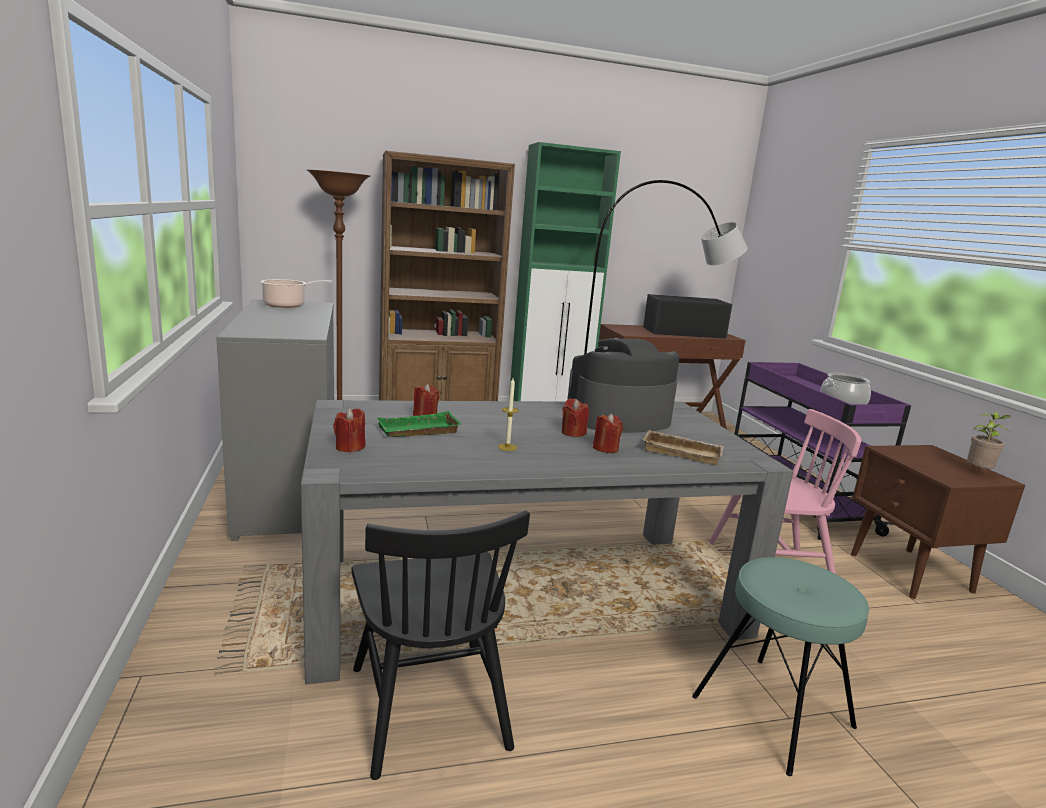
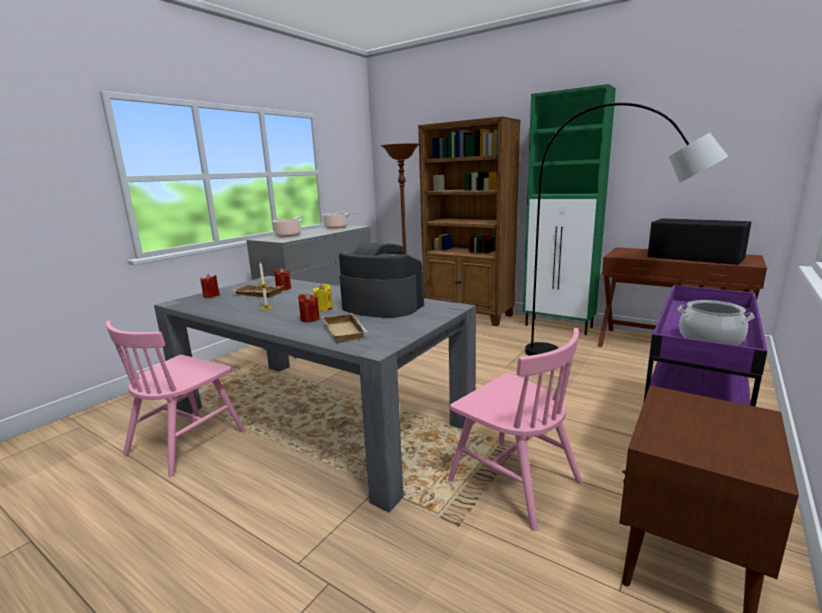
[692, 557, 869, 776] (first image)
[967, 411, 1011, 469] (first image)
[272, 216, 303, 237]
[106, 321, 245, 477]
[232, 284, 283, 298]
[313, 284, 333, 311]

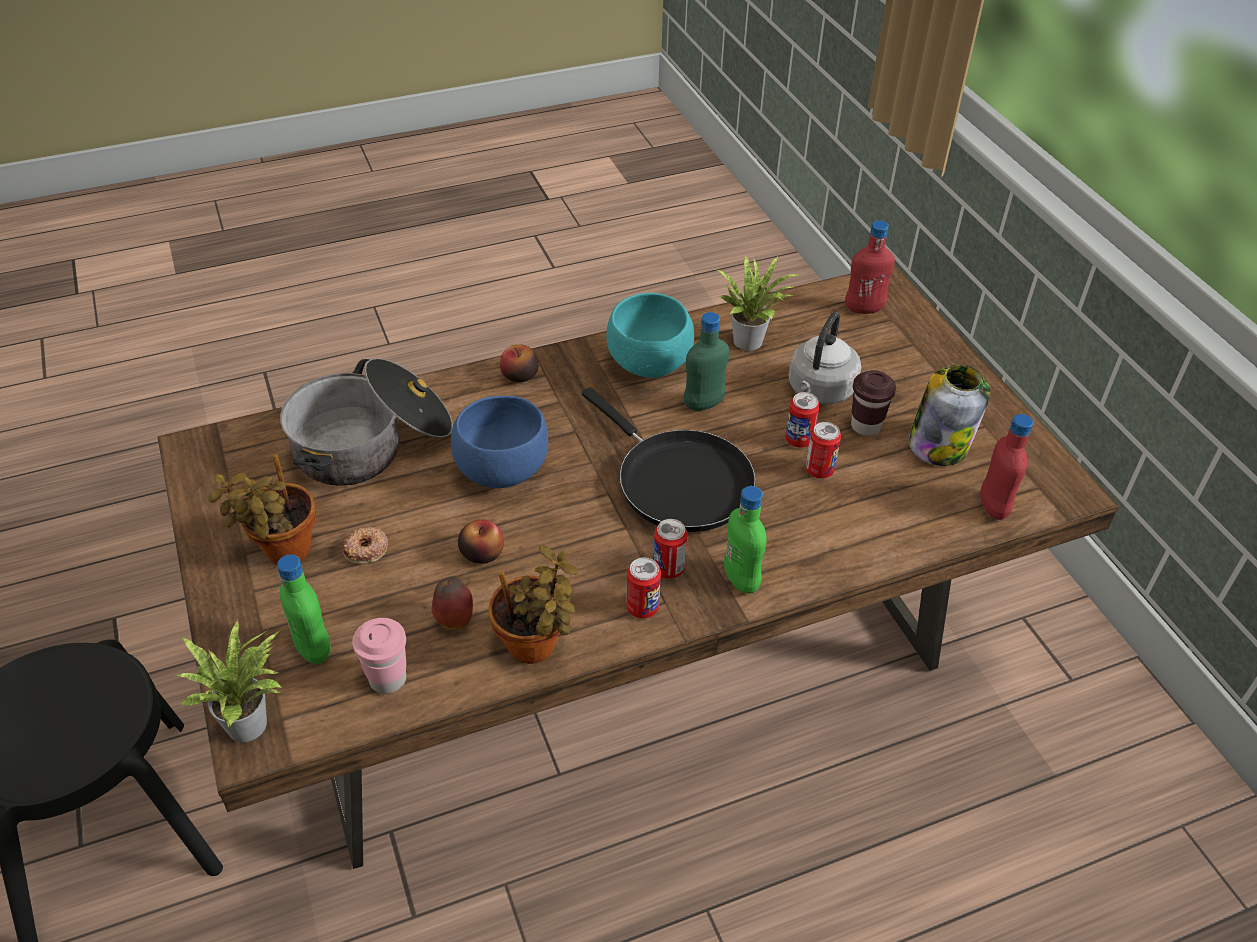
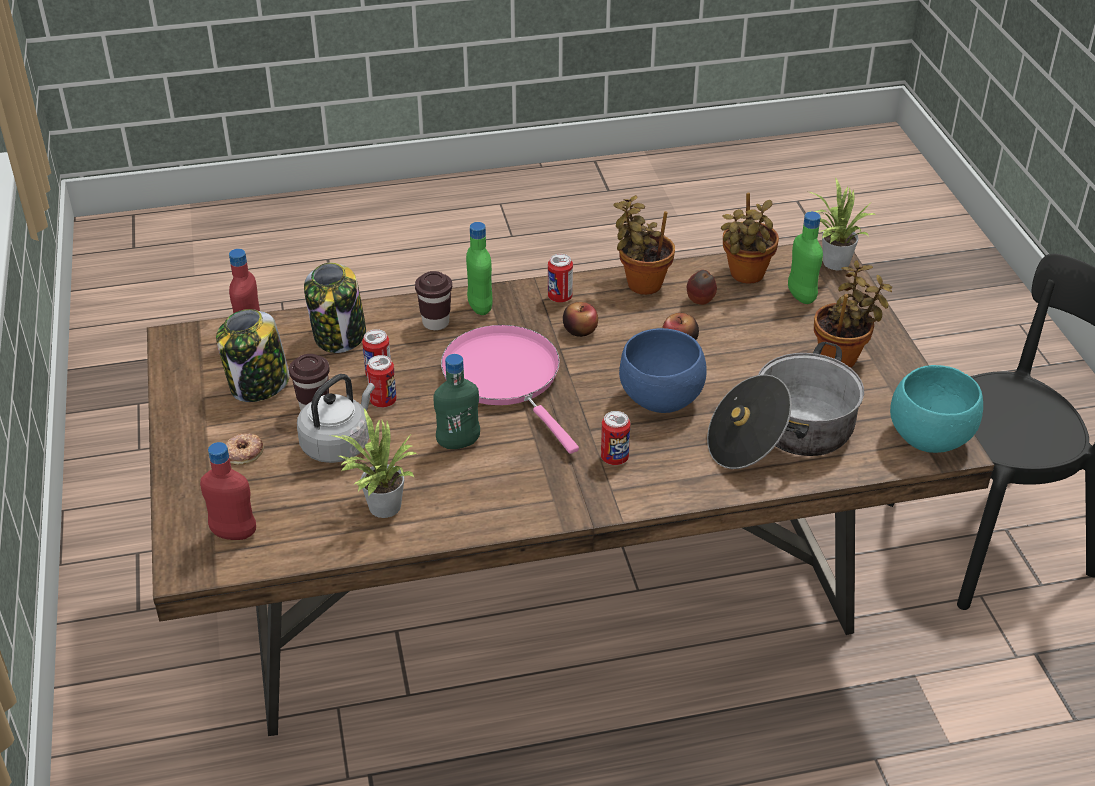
[304, 263, 366, 353]
[415, 271, 452, 330]
[226, 433, 264, 465]
[563, 302, 598, 337]
[890, 365, 983, 453]
[601, 411, 630, 465]
[721, 193, 779, 284]
[441, 325, 579, 454]

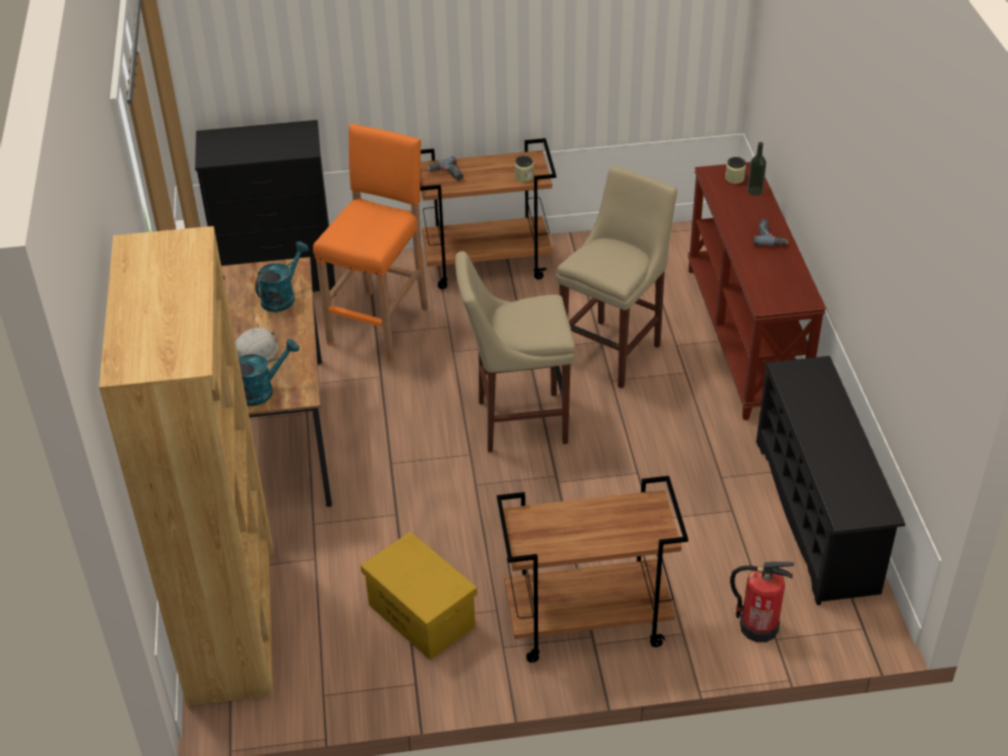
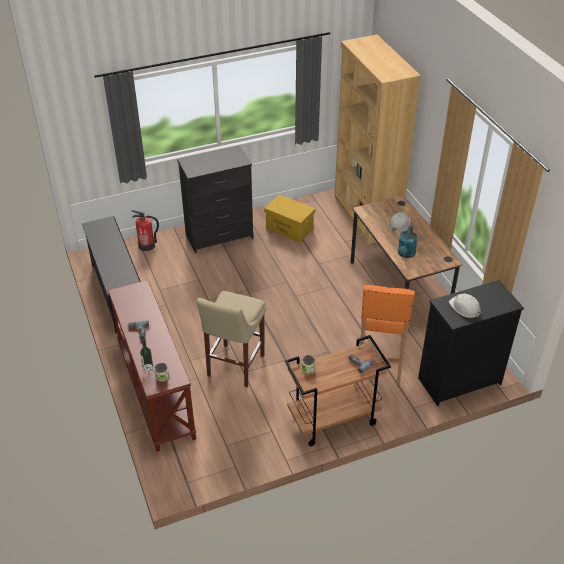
[238, 339, 299, 406] (first image)
[455, 251, 575, 452] (first image)
[449, 294, 481, 318]
[177, 145, 253, 253]

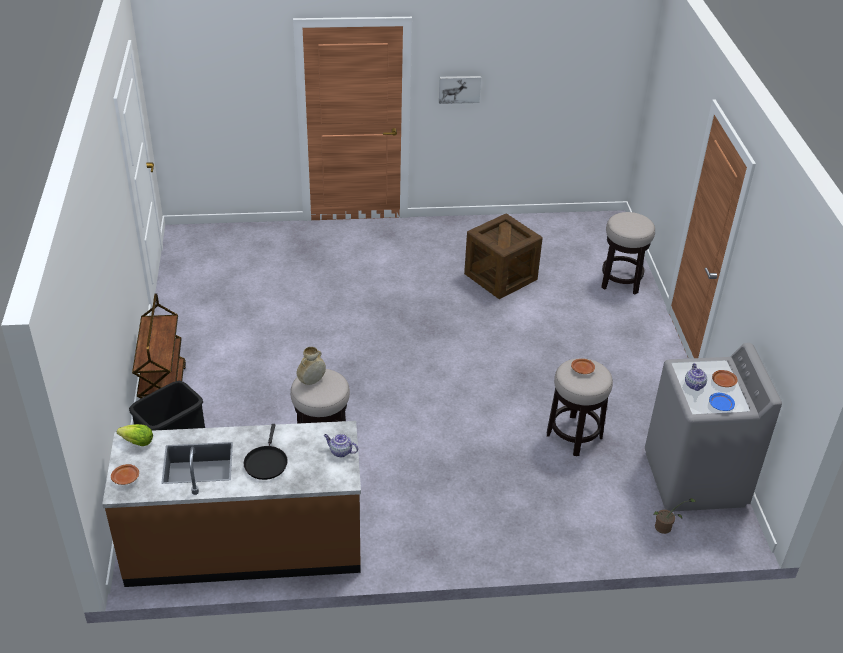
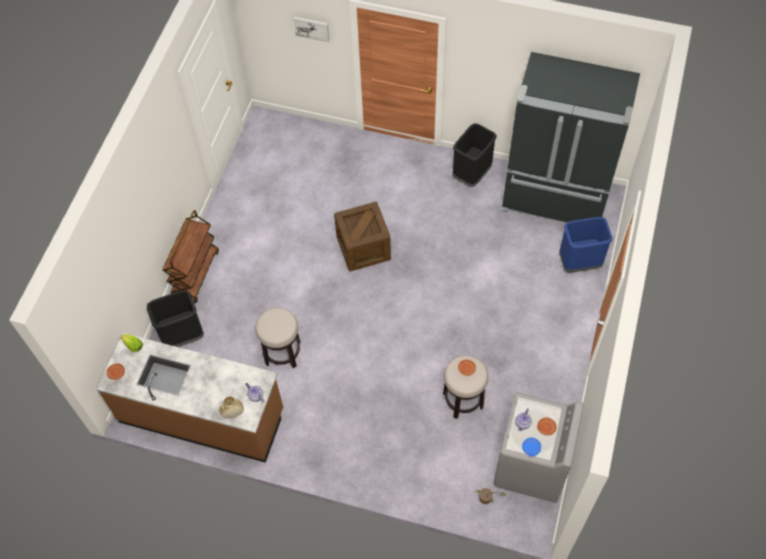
[243, 424, 288, 480] (first image)
[453, 123, 497, 187]
[502, 52, 640, 223]
[219, 396, 244, 419]
[294, 17, 329, 42]
[334, 202, 391, 271]
[559, 217, 612, 272]

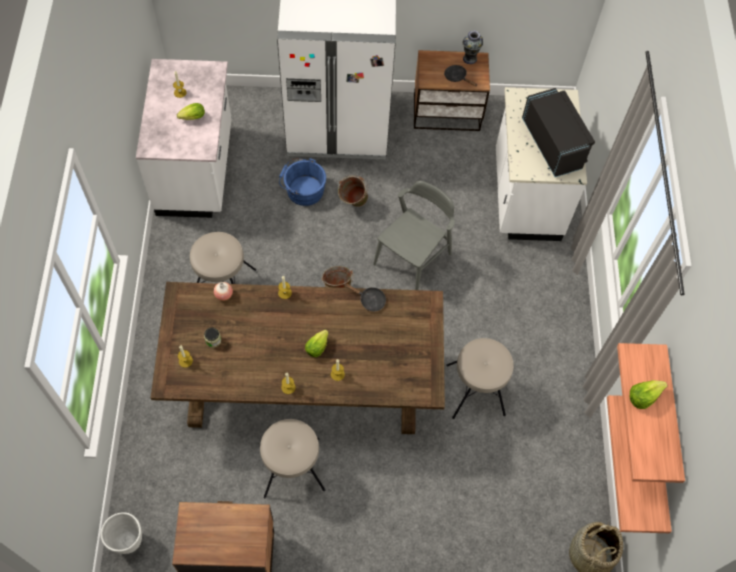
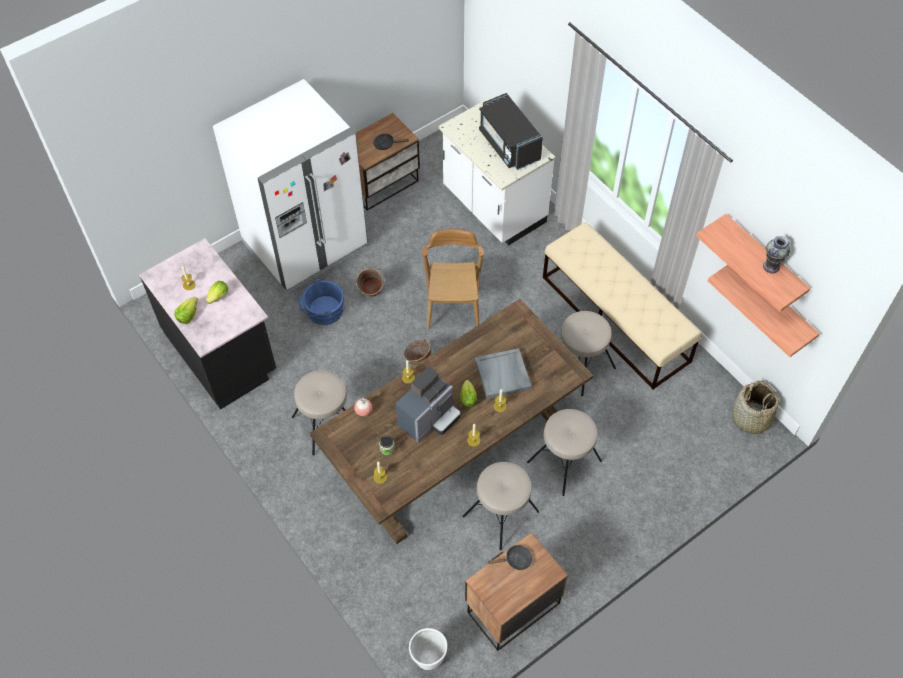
[396, 367, 460, 443]
[475, 348, 531, 399]
[527, 409, 602, 496]
[543, 222, 702, 389]
[488, 545, 532, 570]
[763, 236, 790, 273]
[175, 297, 198, 324]
[139, 238, 276, 410]
[423, 229, 484, 329]
[479, 93, 543, 170]

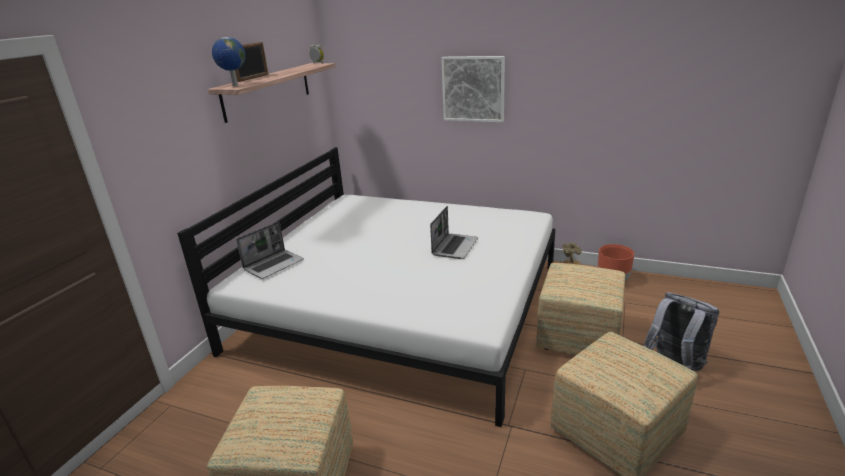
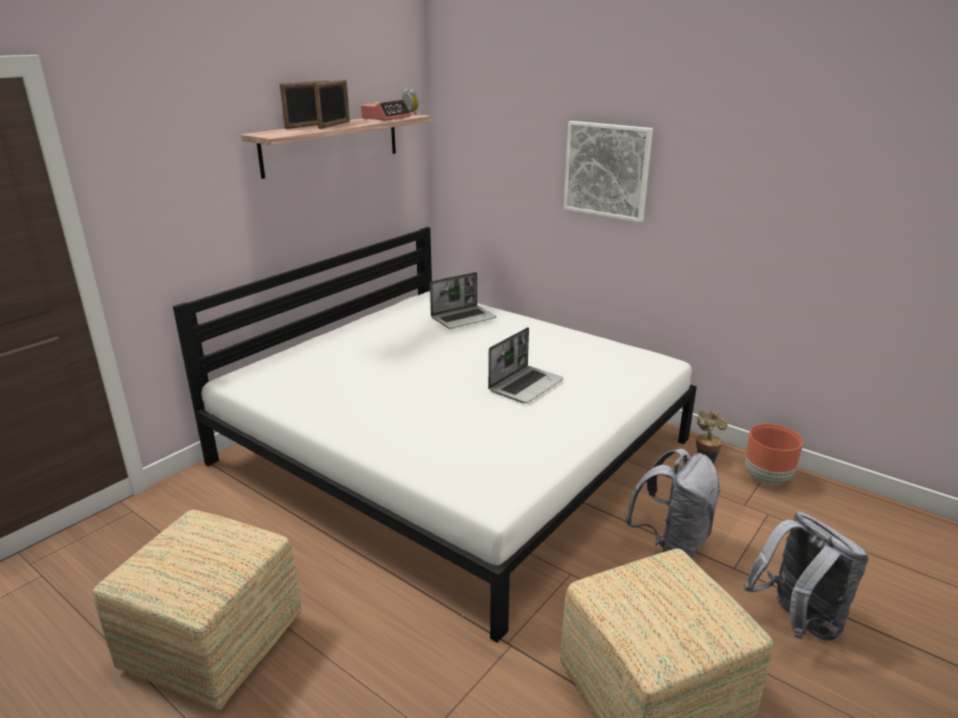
[212, 37, 246, 86] (first image)
[314, 80, 350, 129]
[361, 99, 411, 121]
[430, 272, 497, 329]
[625, 449, 721, 559]

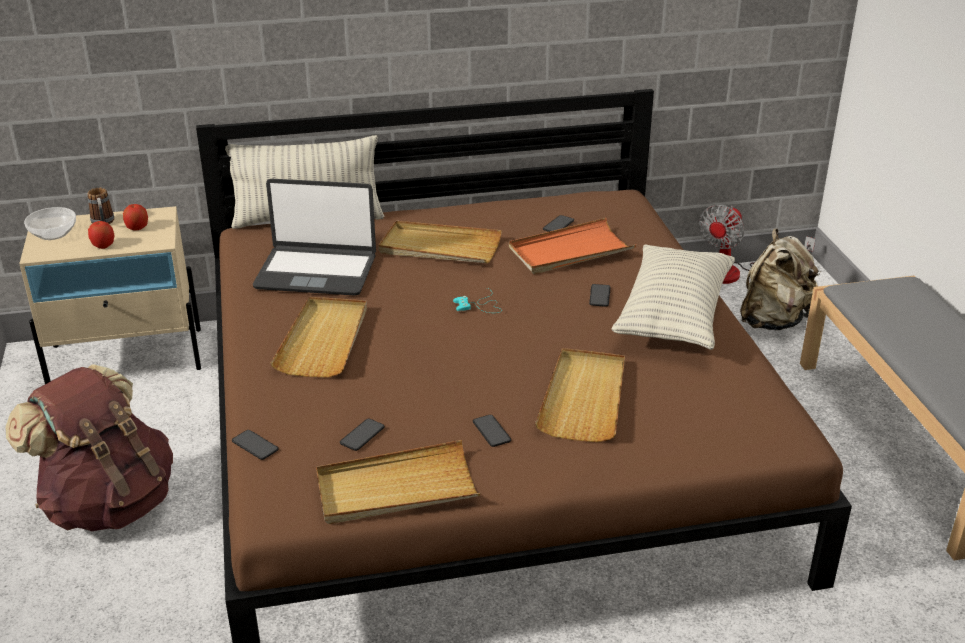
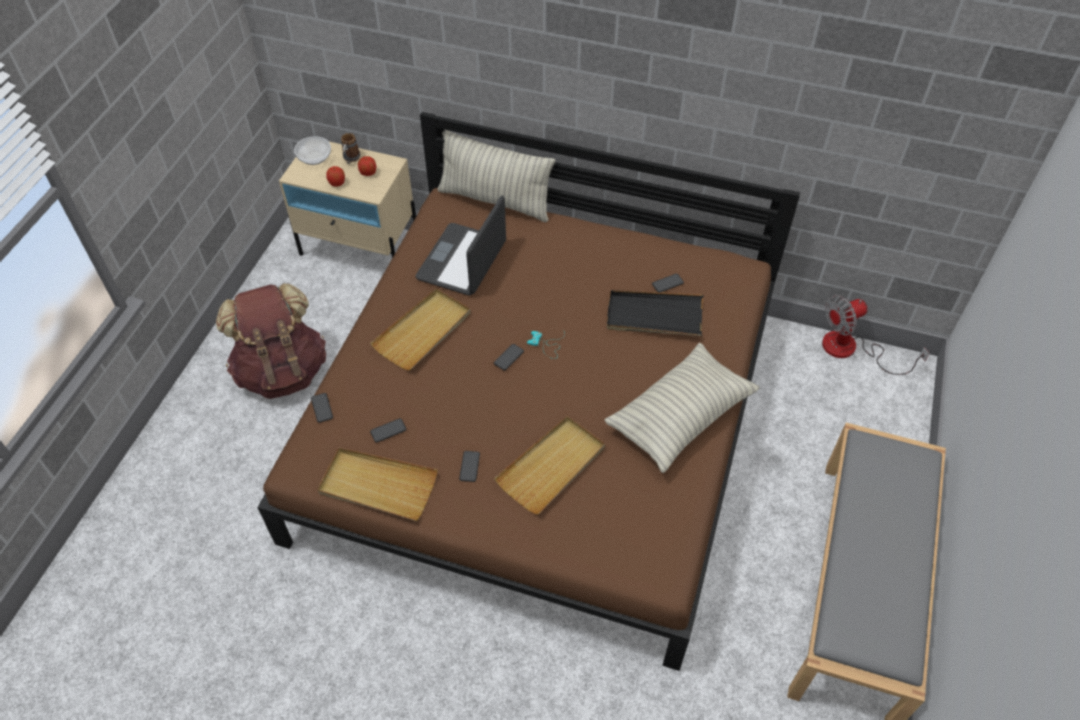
[379, 221, 502, 263] (first image)
[740, 229, 821, 330] (first image)
[494, 344, 524, 370]
[607, 290, 704, 336]
[416, 195, 506, 296]

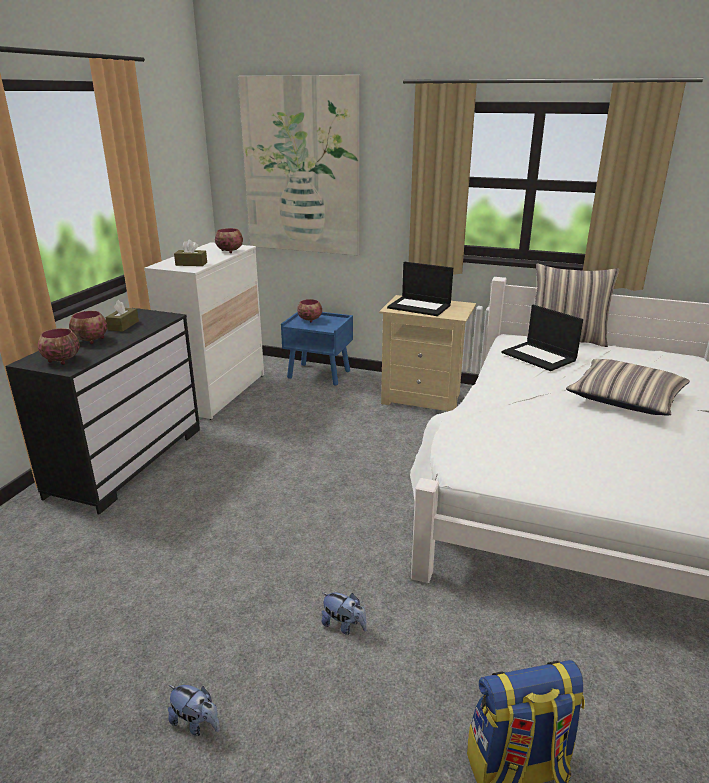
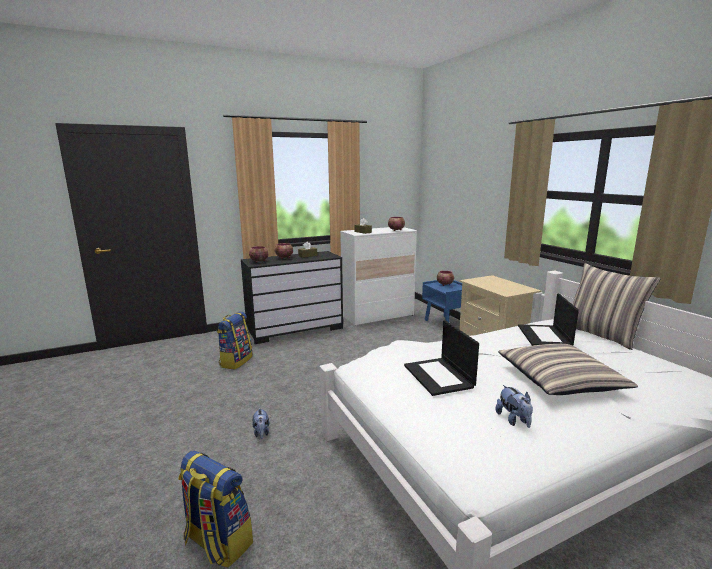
[238, 75, 361, 255] (first image)
[217, 311, 253, 369]
[495, 385, 533, 428]
[404, 320, 479, 396]

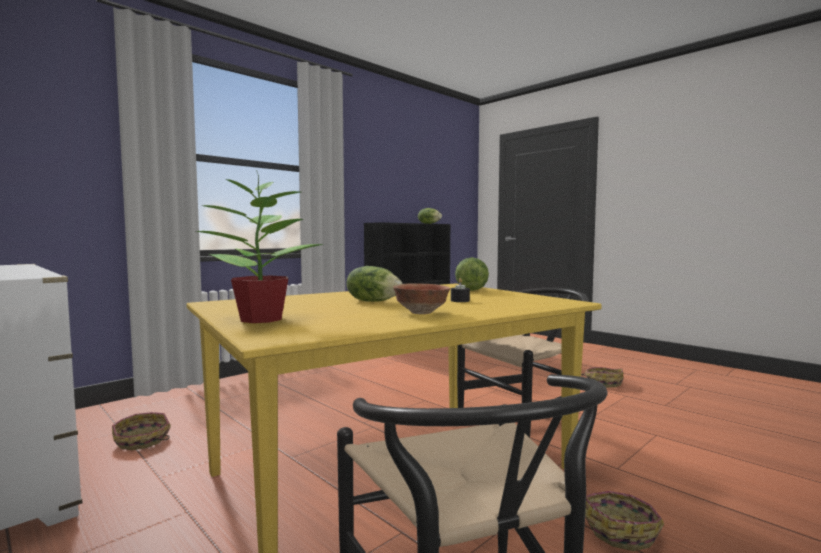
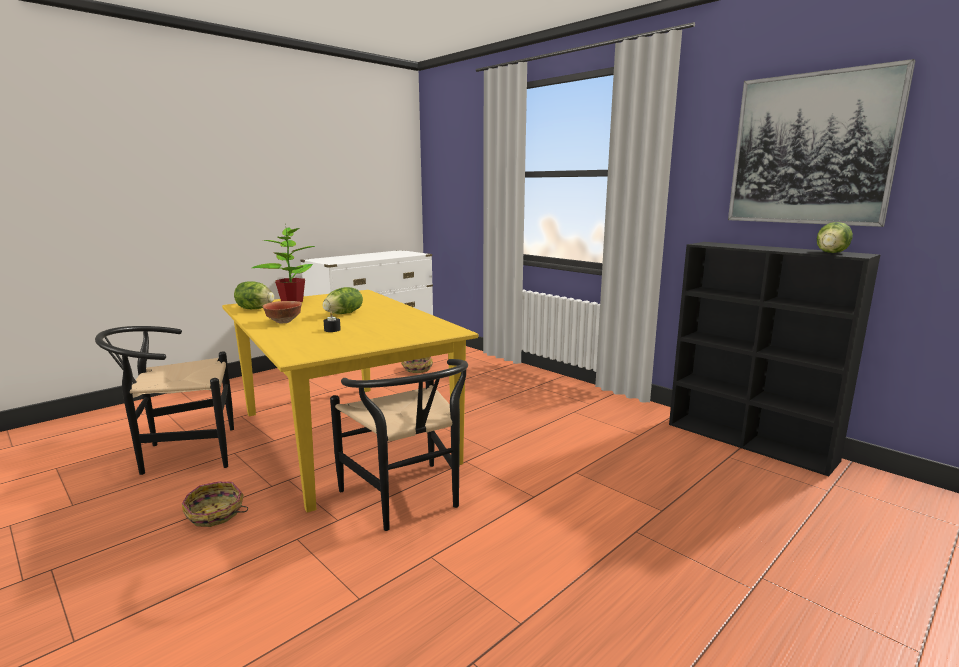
[581, 367, 624, 388] (first image)
[728, 59, 916, 227]
[234, 281, 274, 309]

